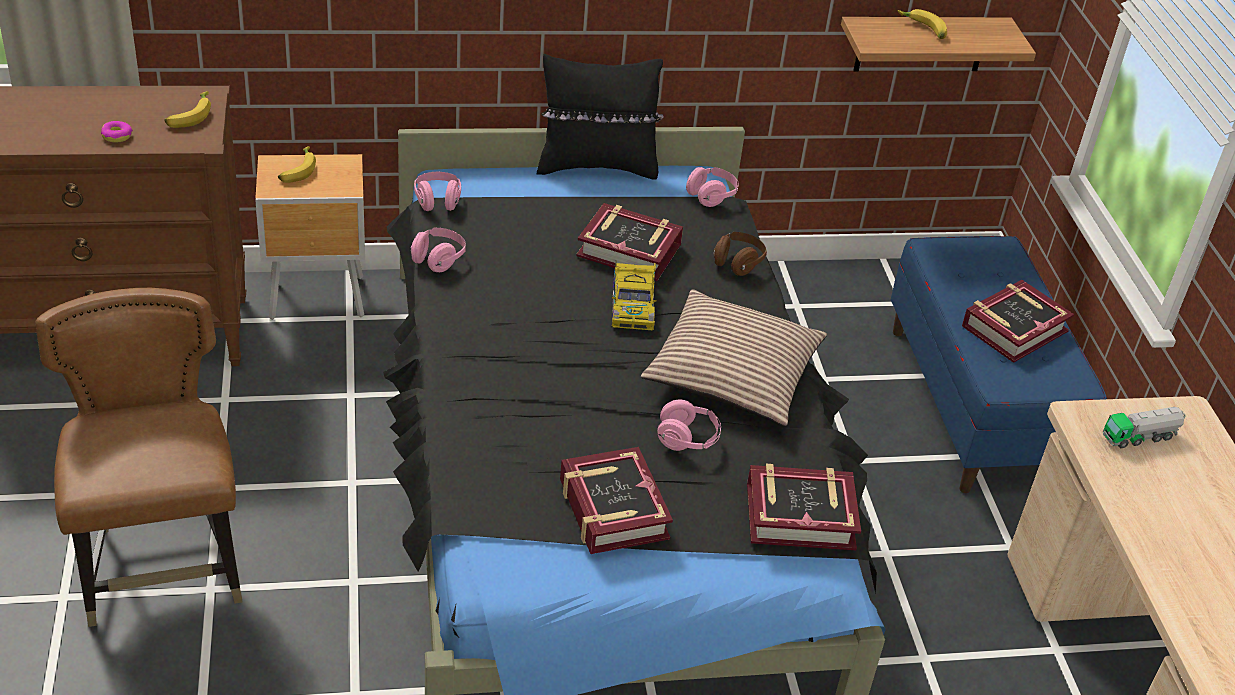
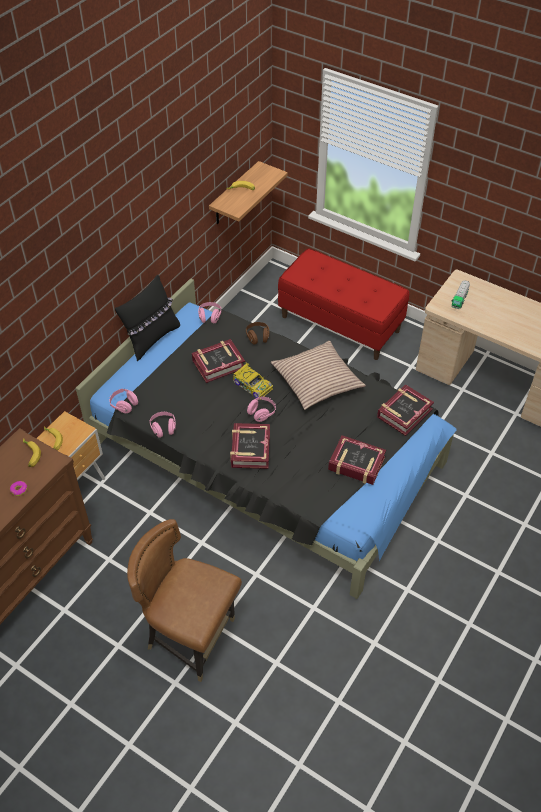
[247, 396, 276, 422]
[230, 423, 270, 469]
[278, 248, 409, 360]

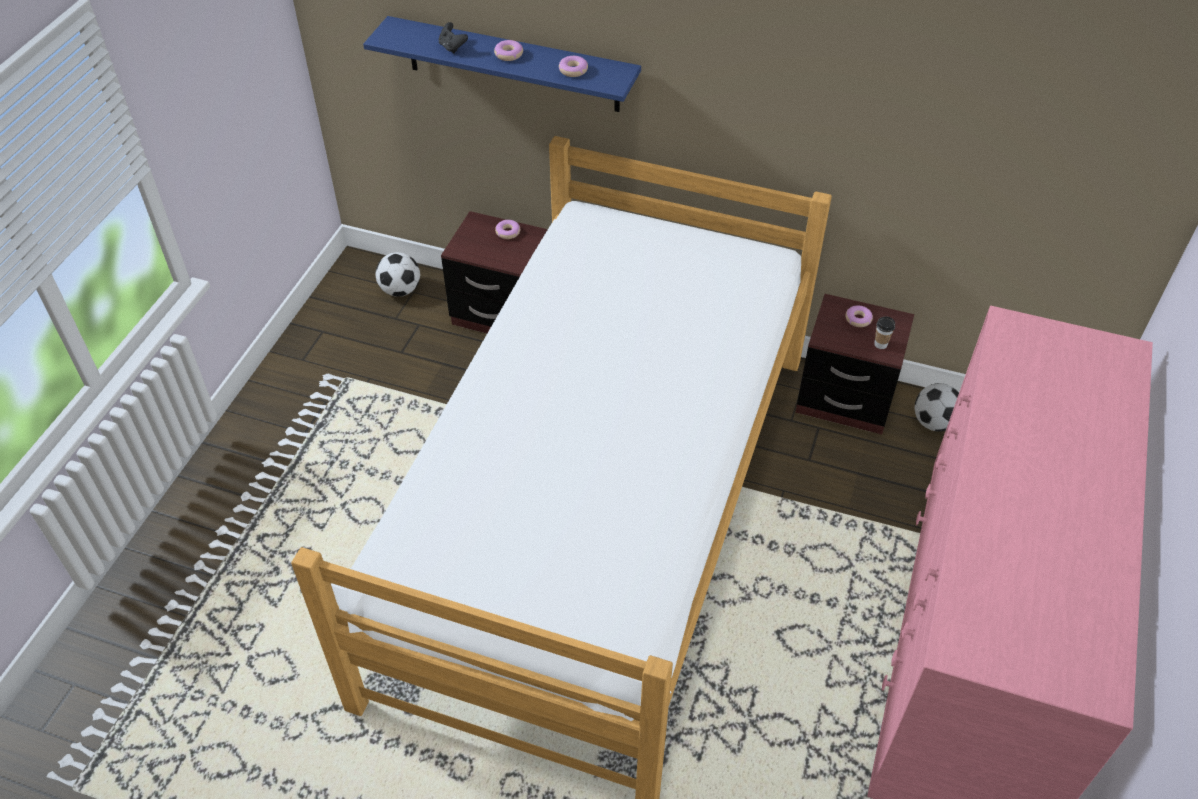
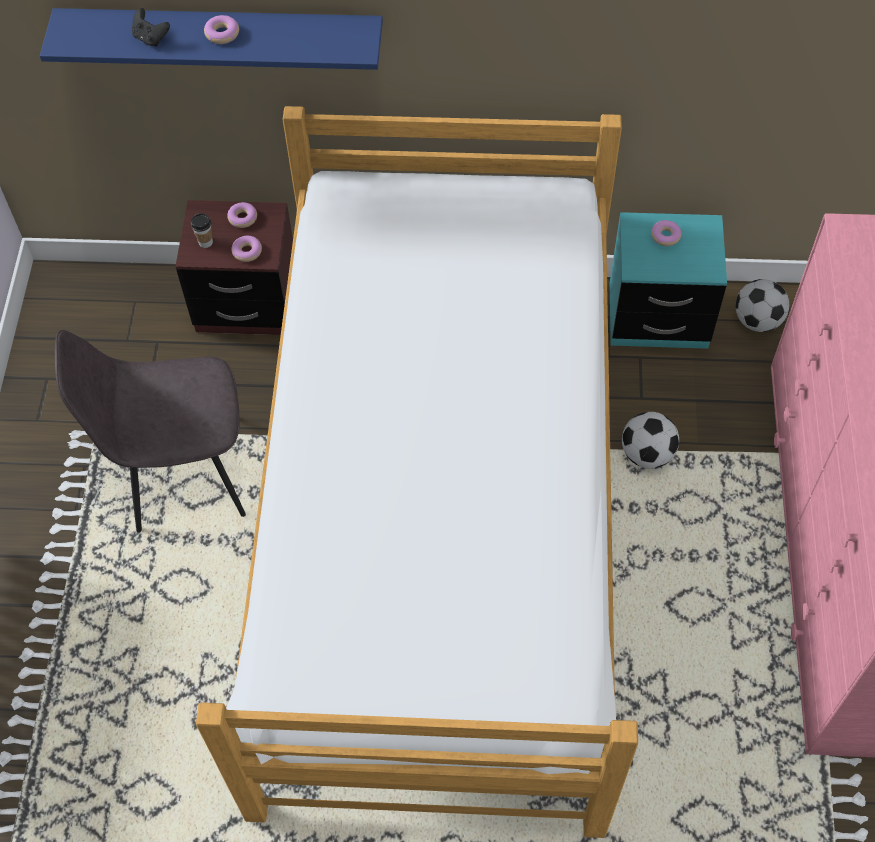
[55, 330, 246, 533]
[622, 412, 679, 469]
[232, 236, 262, 262]
[191, 213, 213, 248]
[609, 212, 727, 349]

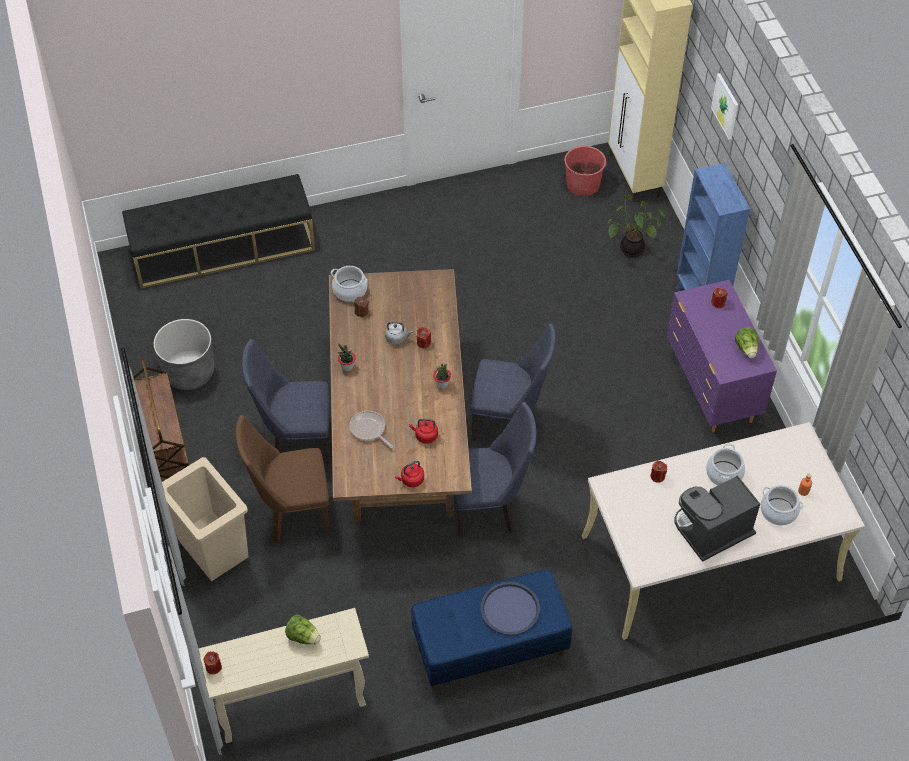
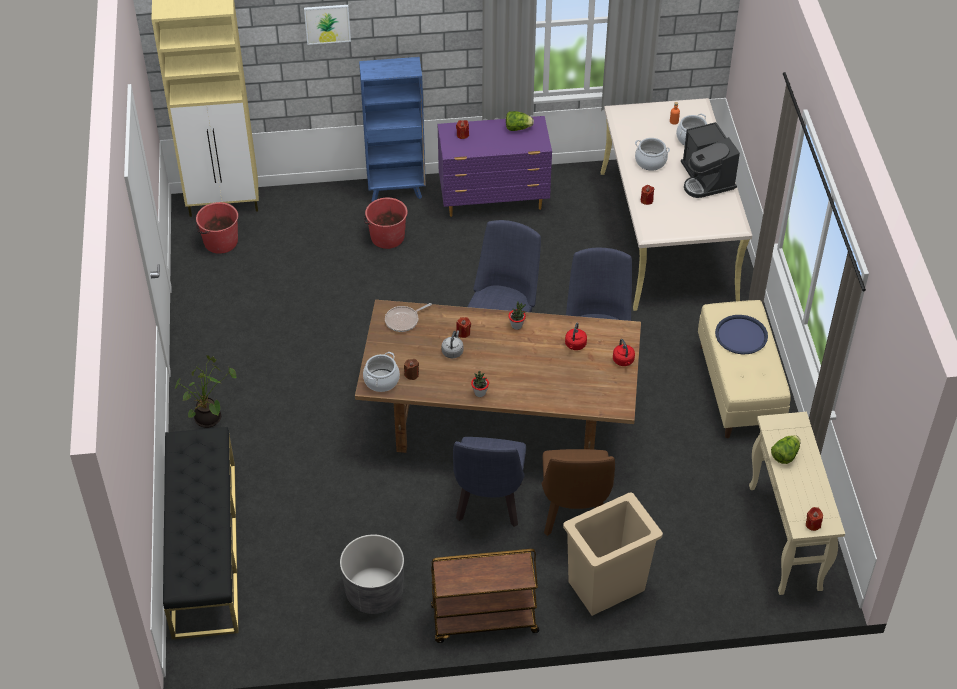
[364, 198, 408, 249]
[385, 303, 432, 332]
[175, 355, 237, 428]
[698, 300, 791, 438]

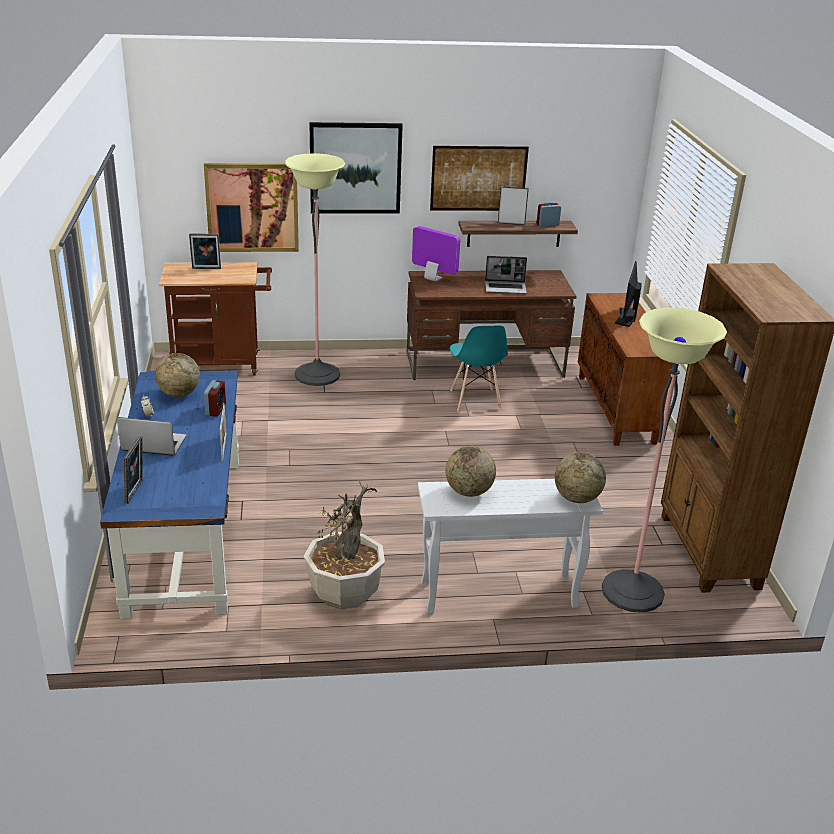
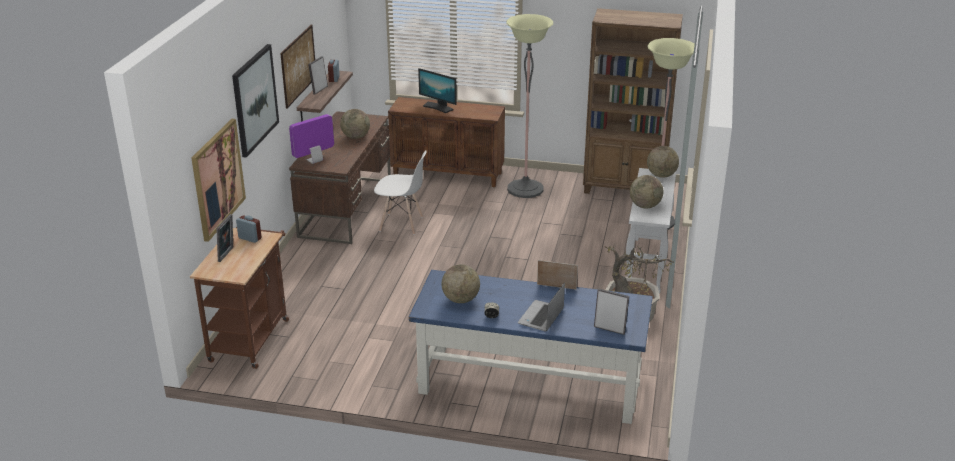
[236, 215, 262, 243]
[506, 14, 553, 198]
[340, 109, 370, 139]
[374, 150, 427, 235]

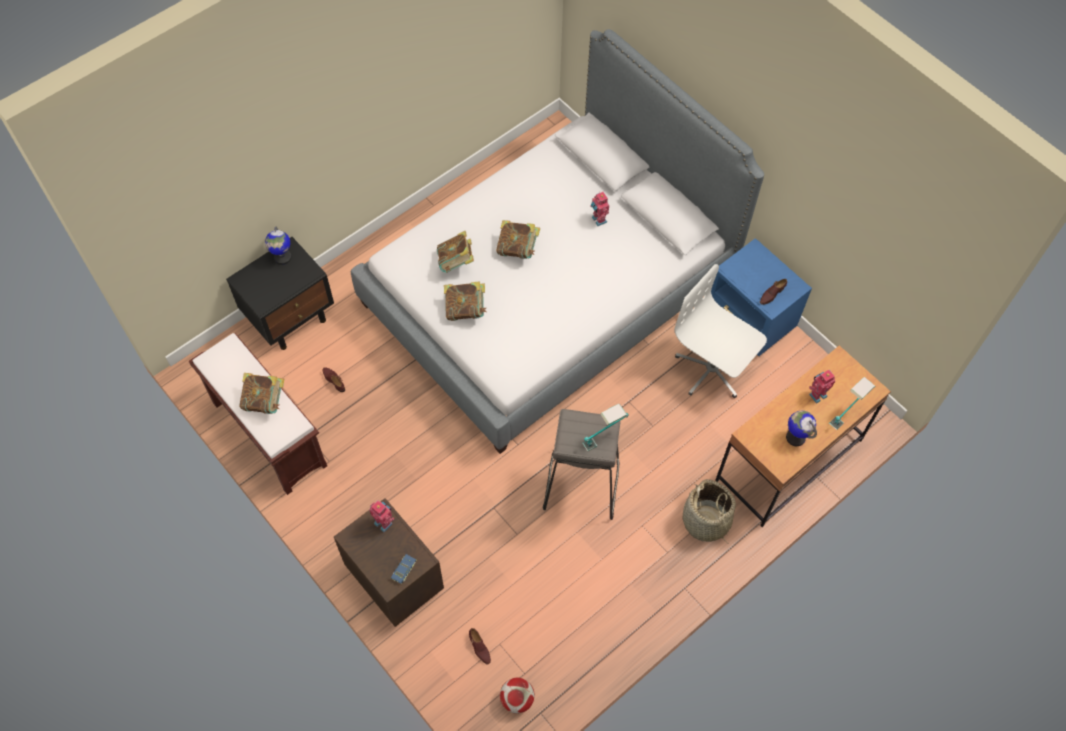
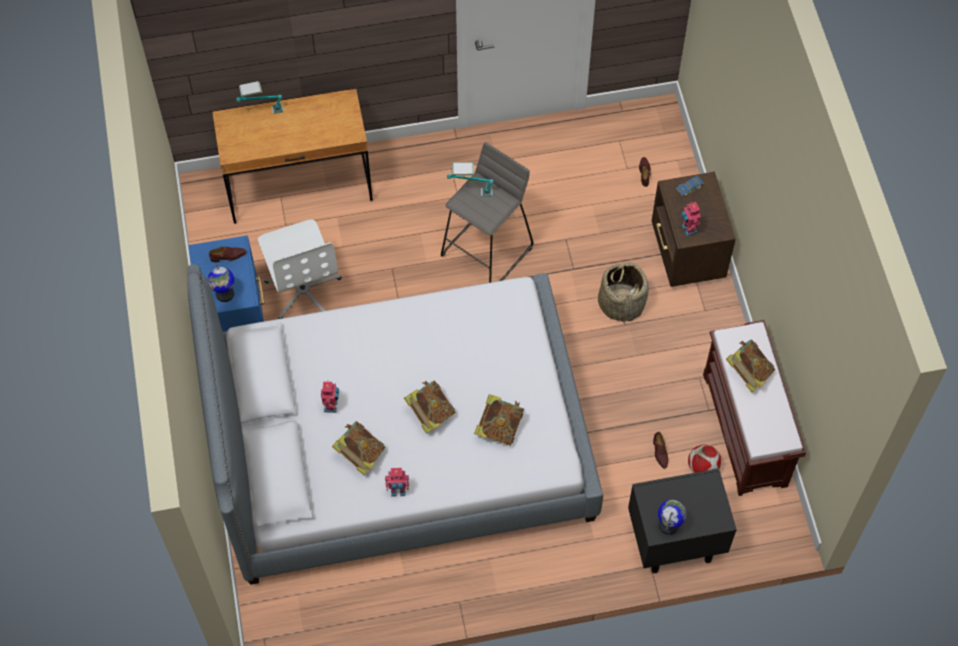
[332, 421, 386, 475]
[688, 444, 721, 473]
[598, 259, 649, 324]
[208, 263, 234, 302]
[385, 468, 409, 497]

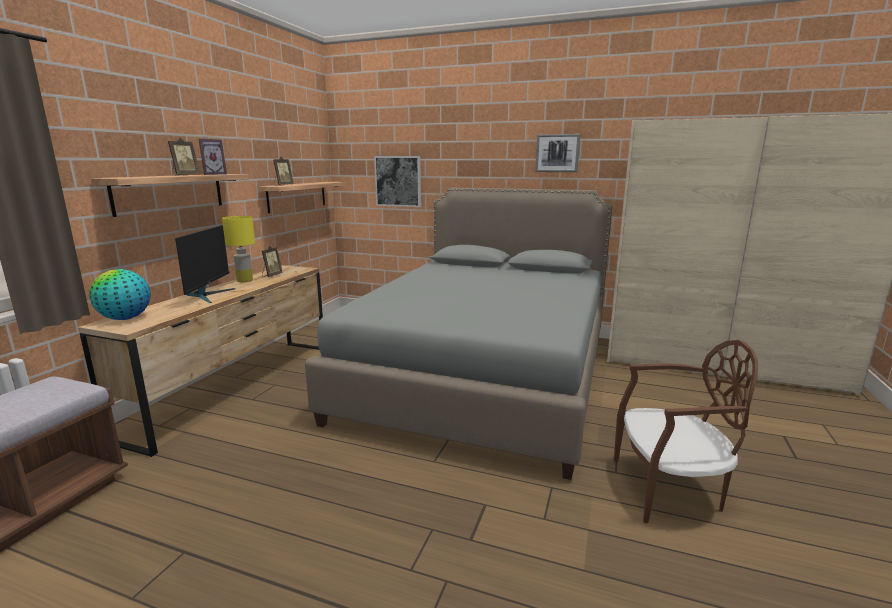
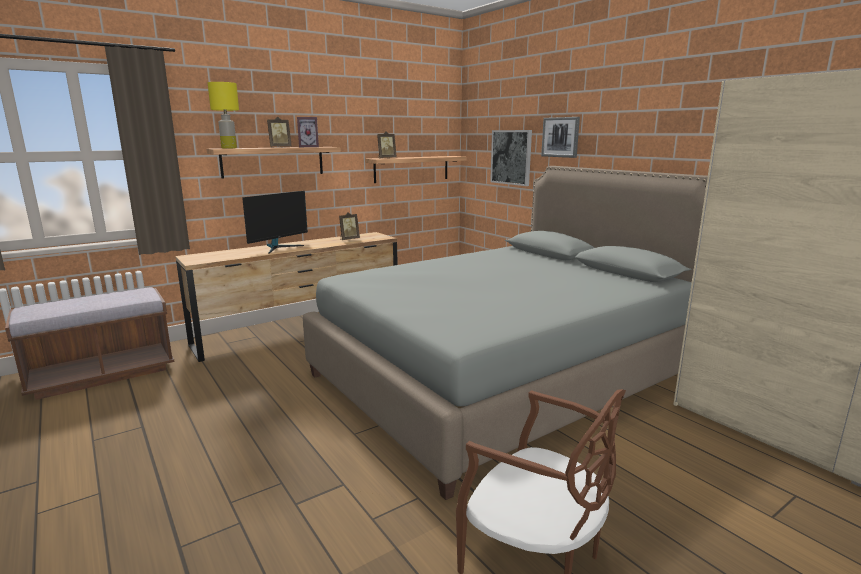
[89, 269, 151, 320] (first image)
[208, 82, 239, 148]
[541, 117, 580, 158]

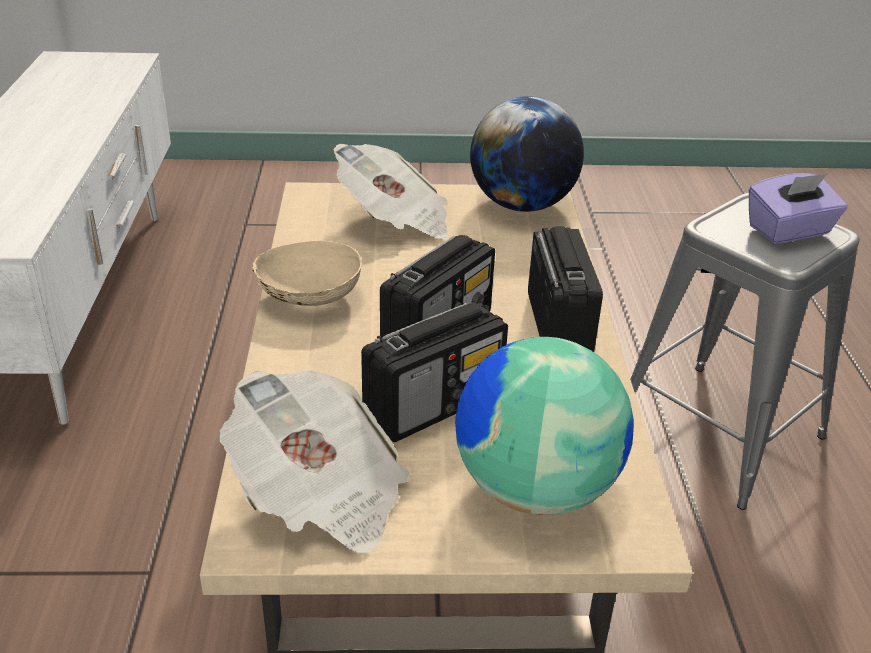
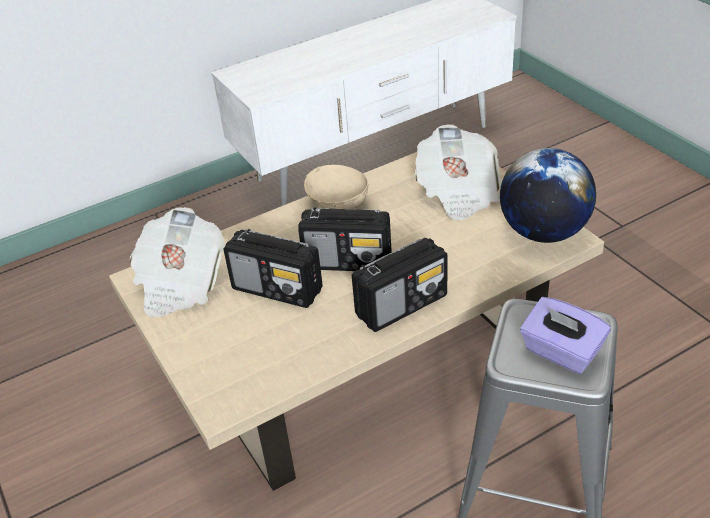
[455, 337, 634, 515] (first image)

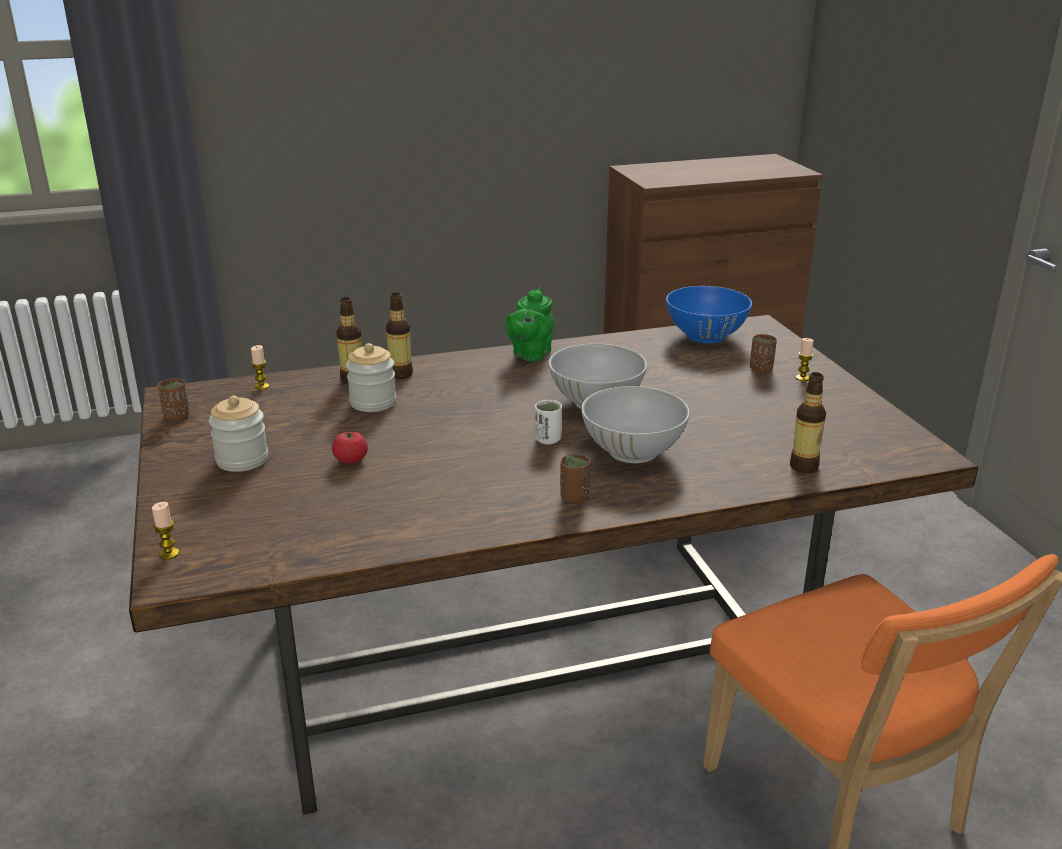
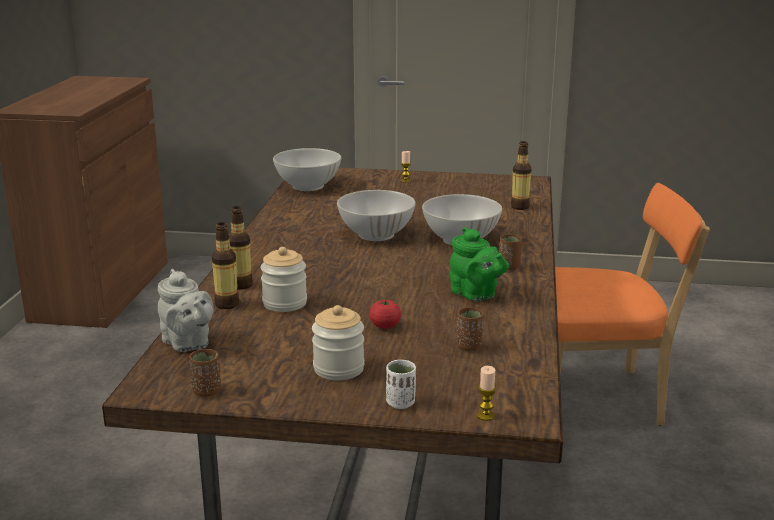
[450, 227, 509, 301]
[386, 360, 416, 409]
[456, 307, 484, 351]
[158, 269, 214, 352]
[273, 148, 341, 191]

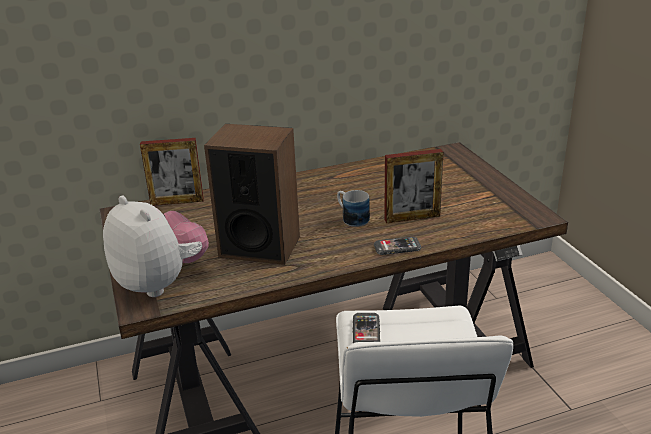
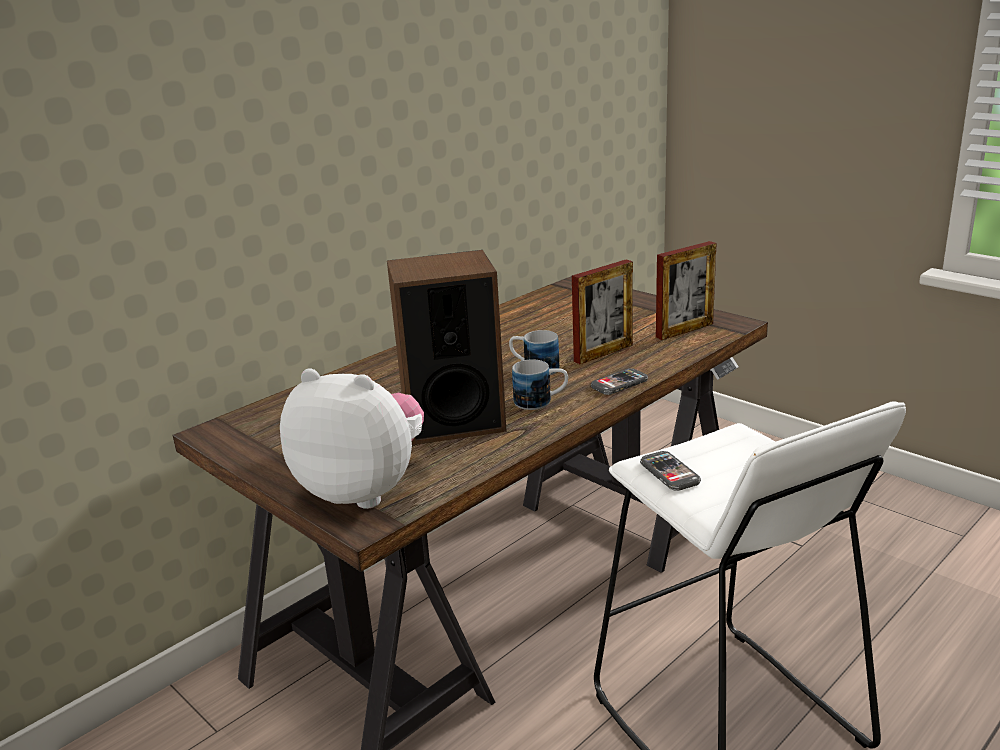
[512, 359, 568, 410]
[656, 241, 717, 340]

